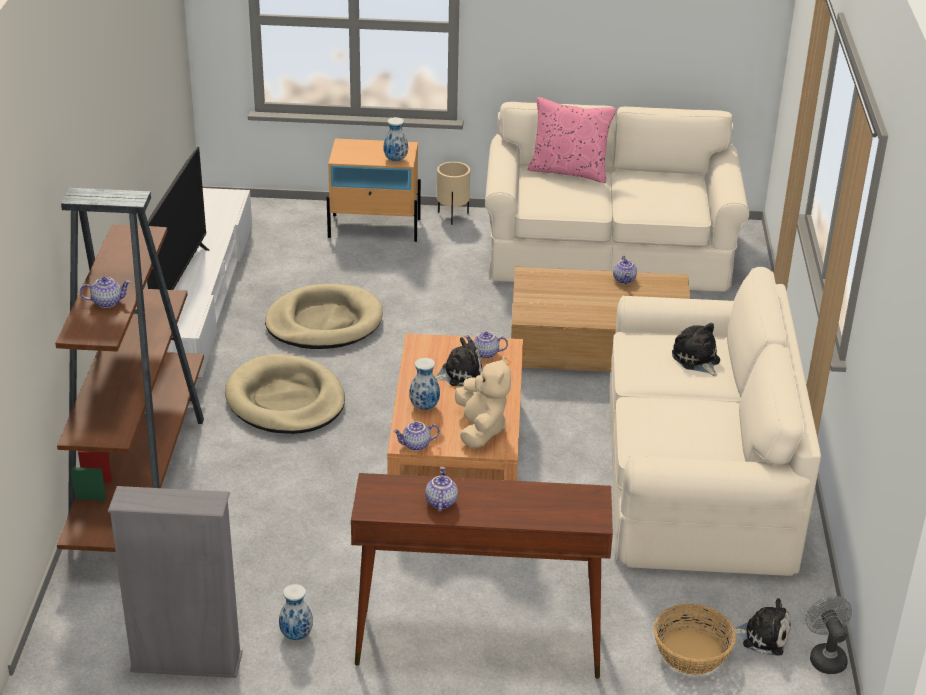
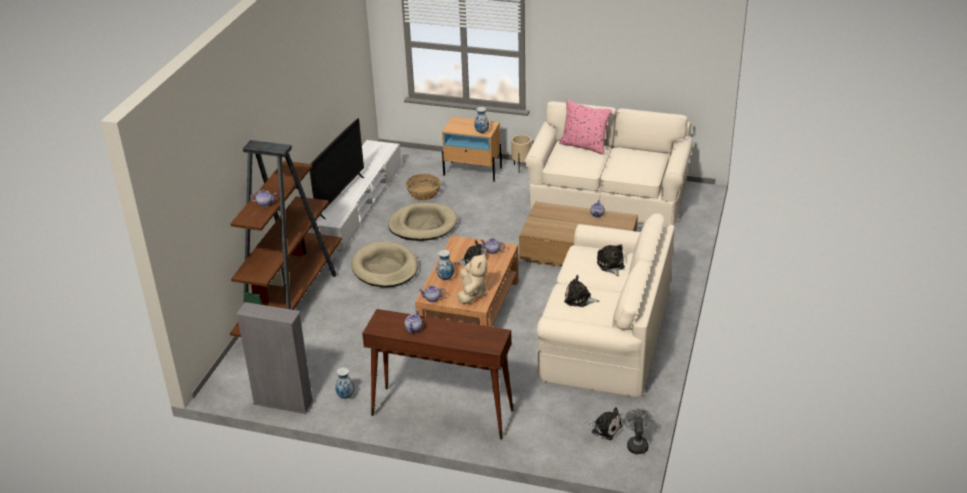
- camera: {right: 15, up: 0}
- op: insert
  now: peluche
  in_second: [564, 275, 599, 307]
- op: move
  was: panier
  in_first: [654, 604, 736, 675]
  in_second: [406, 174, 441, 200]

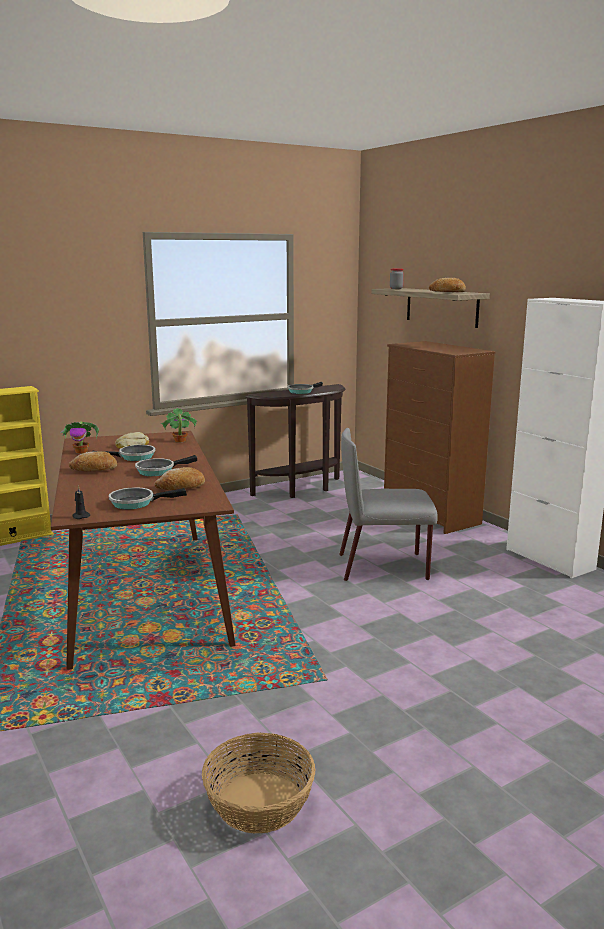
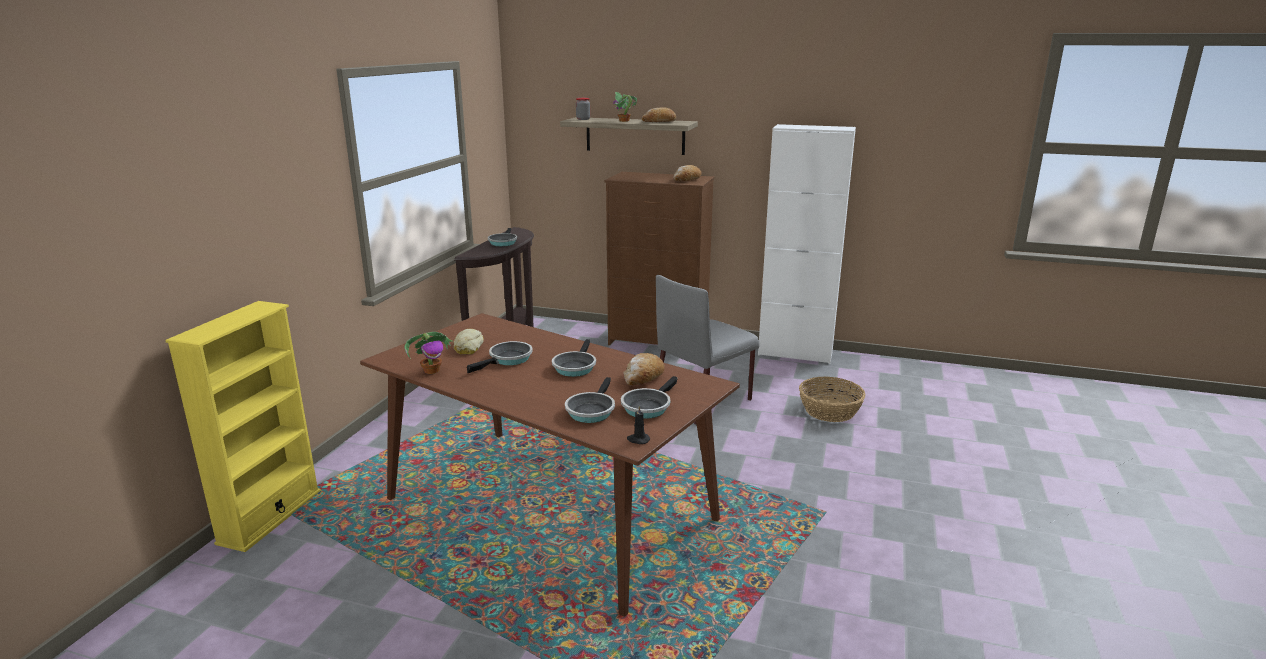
- camera: {right: -40, up: 5}
- op: insert
  now: poêle
  in_second: [565, 377, 615, 423]
- op: move
  was: pain
  in_first: [69, 451, 117, 471]
  in_second: [673, 165, 702, 181]
- op: move
  was: plante en pot
  in_first: [161, 408, 197, 442]
  in_second: [613, 92, 637, 122]
- op: move
  was: panier
  in_first: [202, 732, 316, 834]
  in_second: [799, 377, 866, 422]

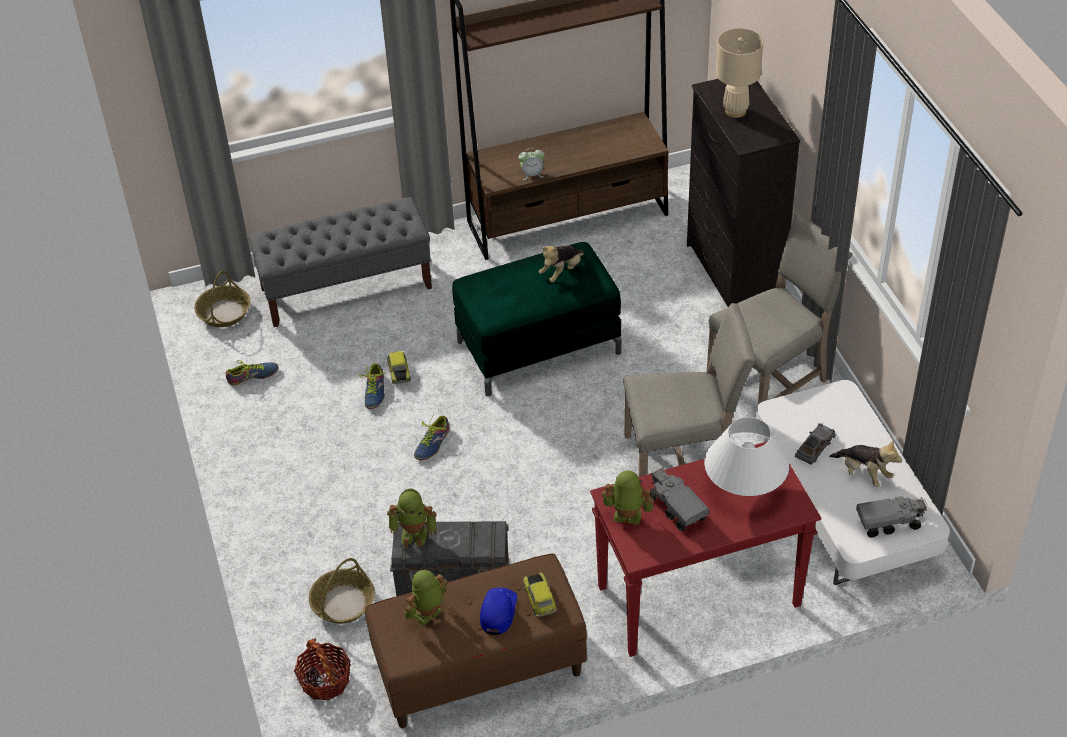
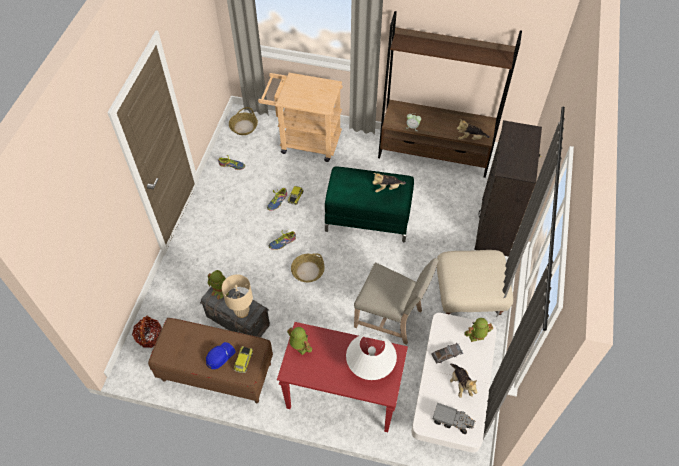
- camera: {right: 30, up: 10}
- op: delete
  was: camion jouet
  in_first: [650, 467, 709, 532]
- op: insert
  now: peluche
  in_second: [457, 119, 490, 140]
- op: move
  was: panier
  in_first: [309, 558, 375, 624]
  in_second: [291, 253, 325, 282]
- op: move
  was: robot jouet
  in_first: [404, 570, 448, 626]
  in_second: [465, 318, 493, 342]
- op: move
  was: lampe de table/beige
  in_first: [716, 28, 763, 118]
  in_second: [222, 274, 253, 318]
- op: replace
  was: banc/gris
  now: chariot/beige
  in_first: [248, 197, 432, 327]
  in_second: [258, 73, 343, 162]
- op: replace
  was: chaise/beige
  now: pouf/beige
  in_first: [707, 213, 852, 404]
  in_second: [437, 250, 513, 315]

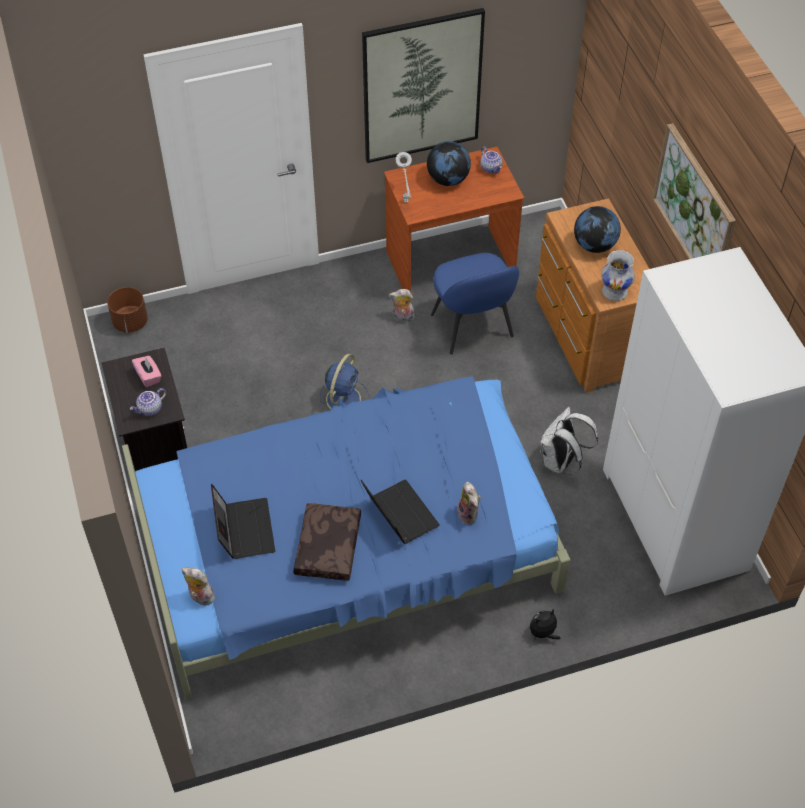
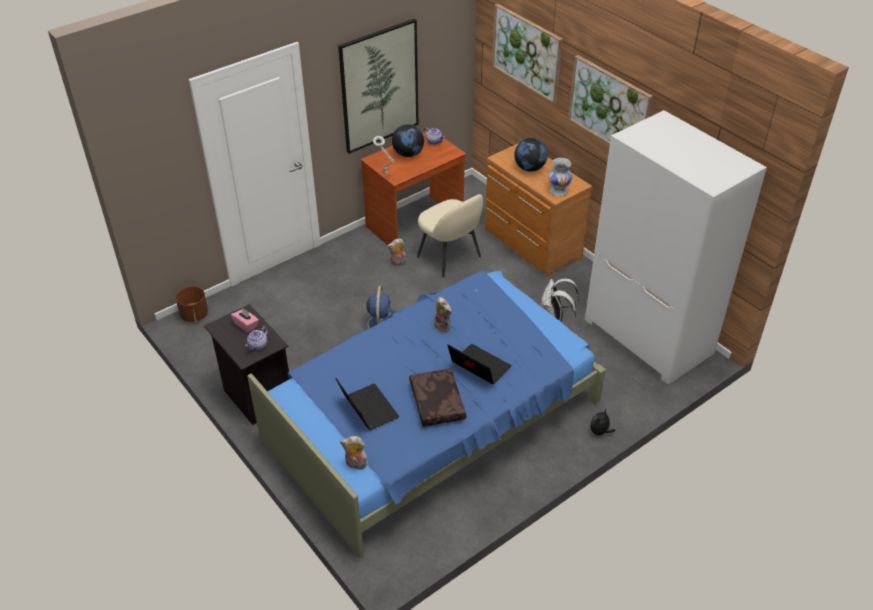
- camera: {right: -20, up: -10}
- op: insert
  now: tableau
  in_second: [492, 4, 563, 103]
- op: move
  was: peluche
  in_first: [457, 482, 481, 525]
  in_second: [434, 297, 452, 333]
- op: recolor
  was: chaise/bleu
  now: chaise/beige
  in_first: [431, 253, 519, 354]
  in_second: [417, 194, 483, 277]

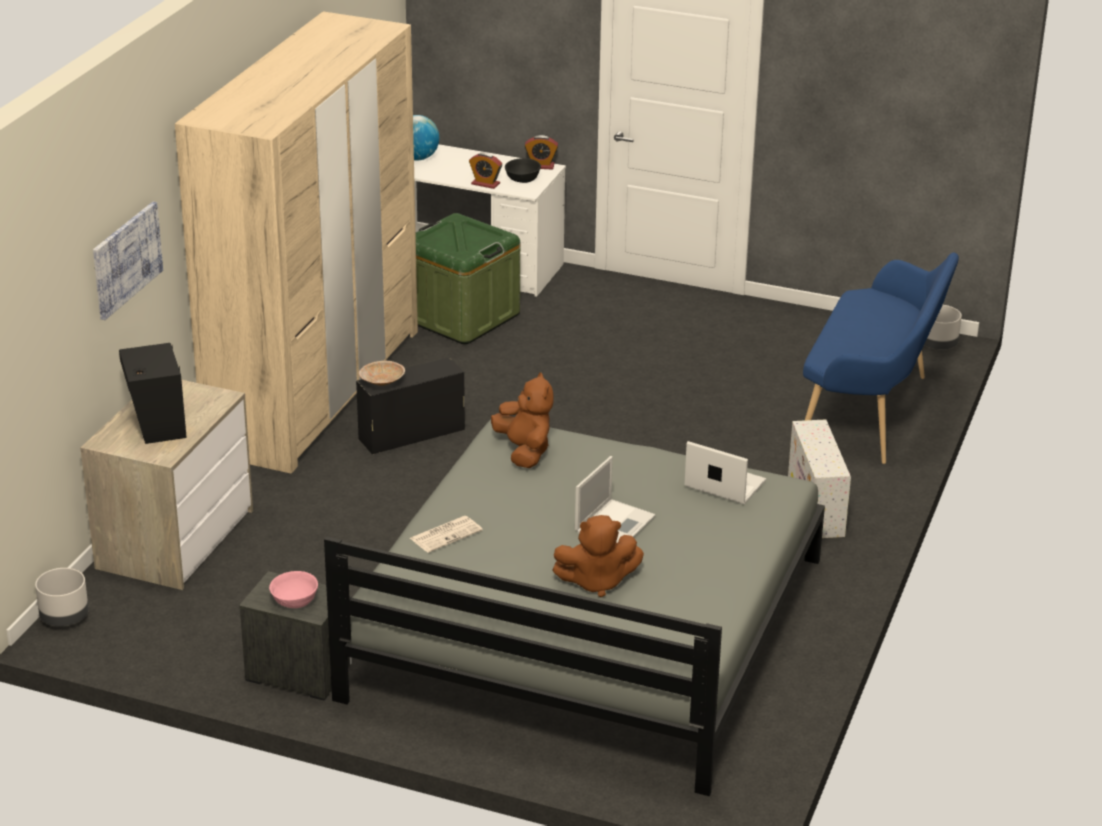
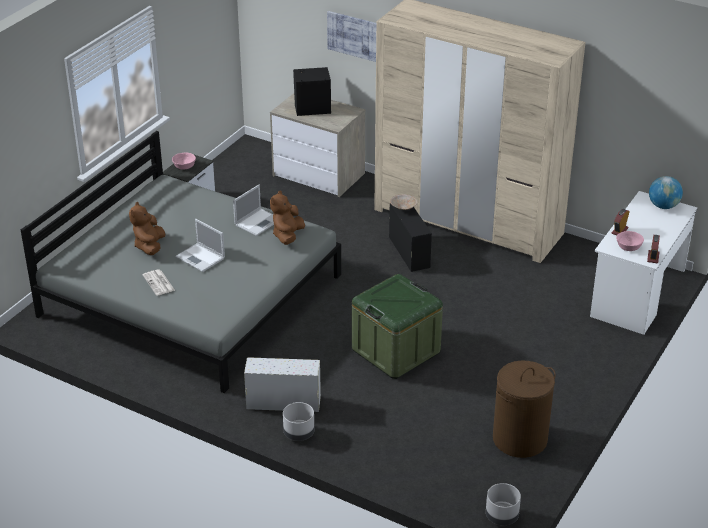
- camera: {right: 100, up: 5}
- op: delete
  was: banc/bleu
  in_first: [803, 253, 959, 464]
- op: insert
  now: panier à linge/marron
  in_second: [493, 361, 556, 458]
- op: move
  was: cache-pot/gris
  in_first: [35, 568, 89, 626]
  in_second: [283, 402, 314, 441]
- op: move
  was: journal
  in_first: [410, 516, 483, 553]
  in_second: [142, 269, 175, 296]
- op: move
  was: boîte de rangement/vert
  in_first: [416, 213, 520, 344]
  in_second: [352, 274, 443, 379]
- op: move
  was: ordinateur portable
  in_first: [684, 441, 766, 504]
  in_second: [233, 185, 274, 236]
- op: recolor
  was: bol/noir
  now: bol/rose
  in_first: [505, 158, 541, 183]
  in_second: [616, 231, 644, 251]
- op: rotate
  was: peluche/marron
  in_first: [491, 372, 554, 468]
  in_second: [270, 190, 305, 245]
  clockwise: 120

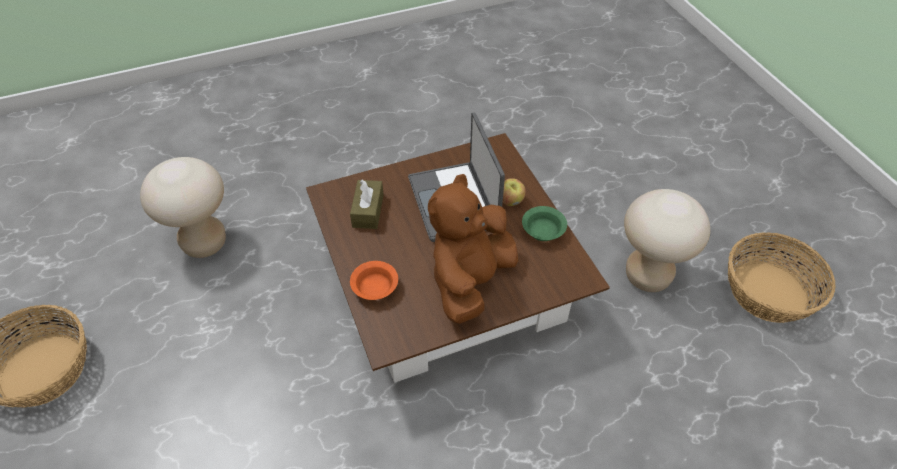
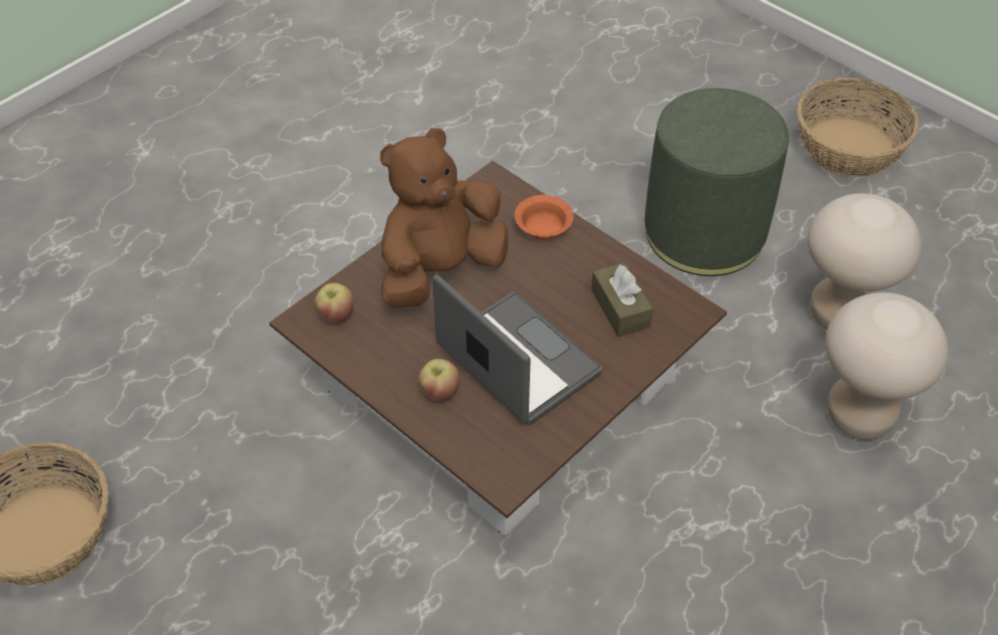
- camera: {right: 155, up: 0}
- op: delete
  was: bol/vert
  in_first: [522, 206, 567, 241]
- op: insert
  now: pomme
  in_second: [314, 283, 354, 324]
- op: insert
  now: pouf/vert
  in_second: [645, 88, 789, 276]
- op: move
  was: tabouret/beige
  in_first: [624, 189, 710, 292]
  in_second: [825, 292, 948, 440]
- op: rotate
  was: peluche/marron
  in_first: [428, 174, 518, 324]
  in_second: [380, 128, 508, 308]
  clockwise: -135

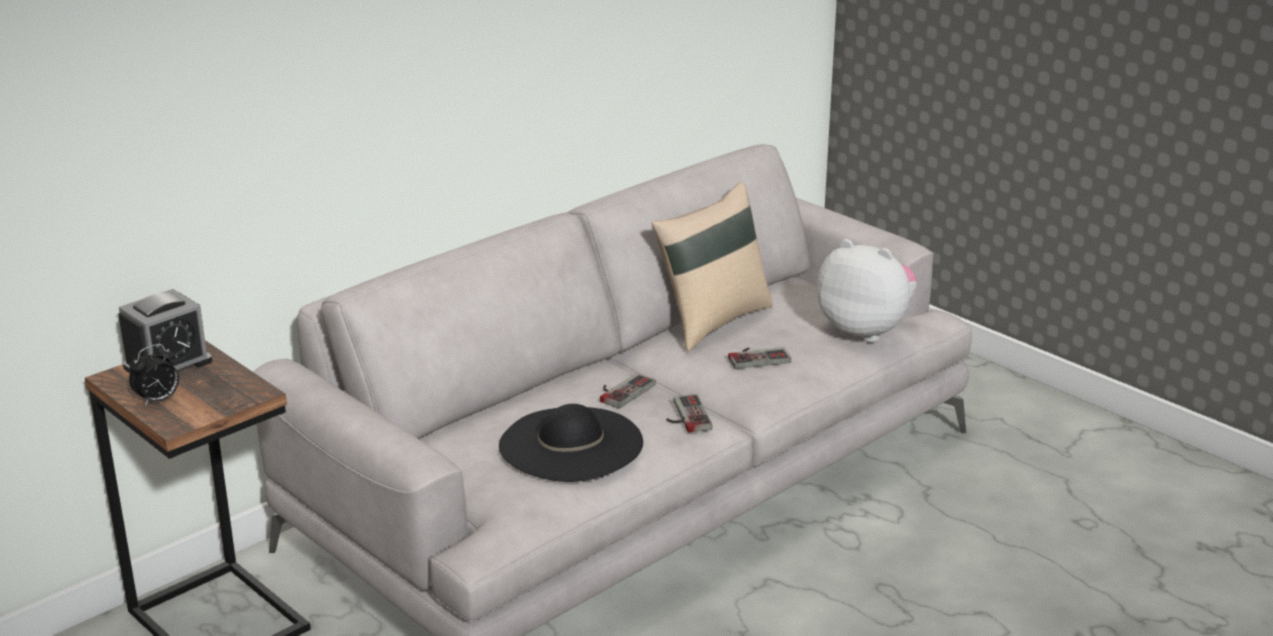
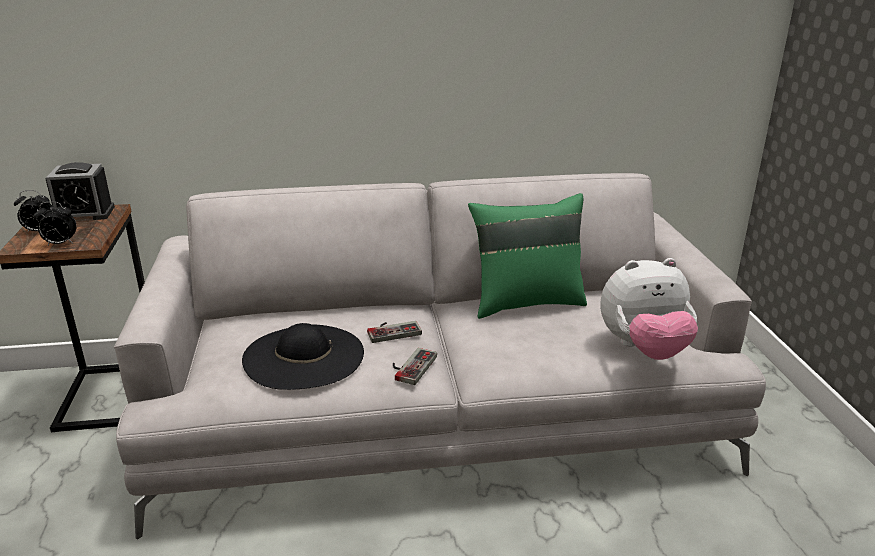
- camera: {right: 35, up: 0}
- op: delete
  was: manette
  in_first: [728, 347, 791, 369]
- op: insert
  now: réveil
  in_second: [34, 201, 77, 245]
- op: recolor
  was: coussin/beige
  now: coussin/vert
  in_first: [651, 182, 773, 352]
  in_second: [468, 193, 587, 319]
- op: rotate
  was: peluche
  in_first: [817, 239, 917, 342]
  in_second: [600, 258, 698, 360]
  clockwise: 105

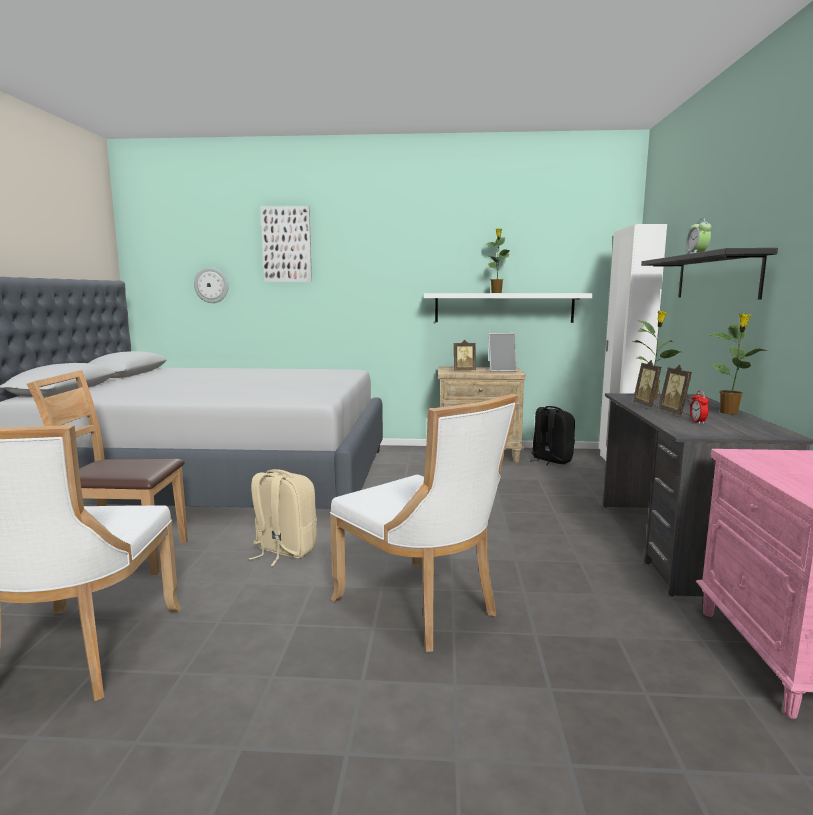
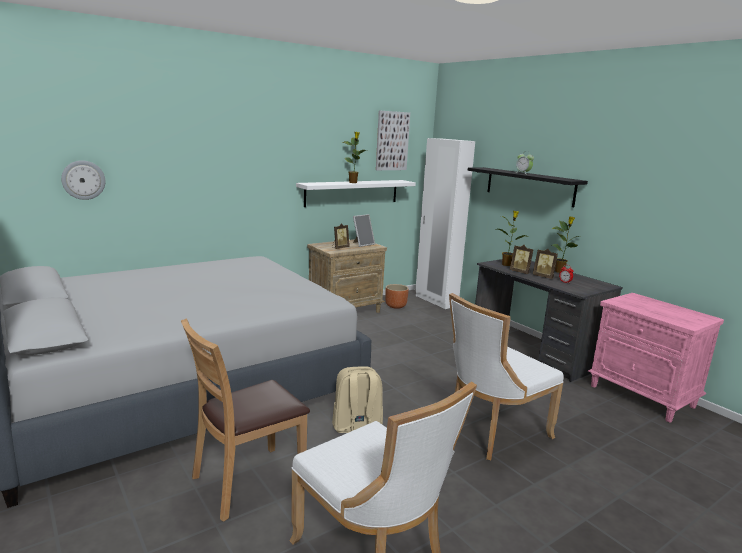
- camera: {right: -40, up: 5}
- op: move
  was: tableau
  in_first: [260, 206, 312, 282]
  in_second: [376, 111, 410, 170]
- op: replace
  was: sac à dos/noir
  now: cache-pot/marron
  in_first: [531, 406, 575, 465]
  in_second: [385, 284, 409, 309]
- op: rotate
  was: chaise/blanc
  in_first: [330, 394, 519, 652]
  in_second: [449, 293, 564, 460]
  clockwise: 135

